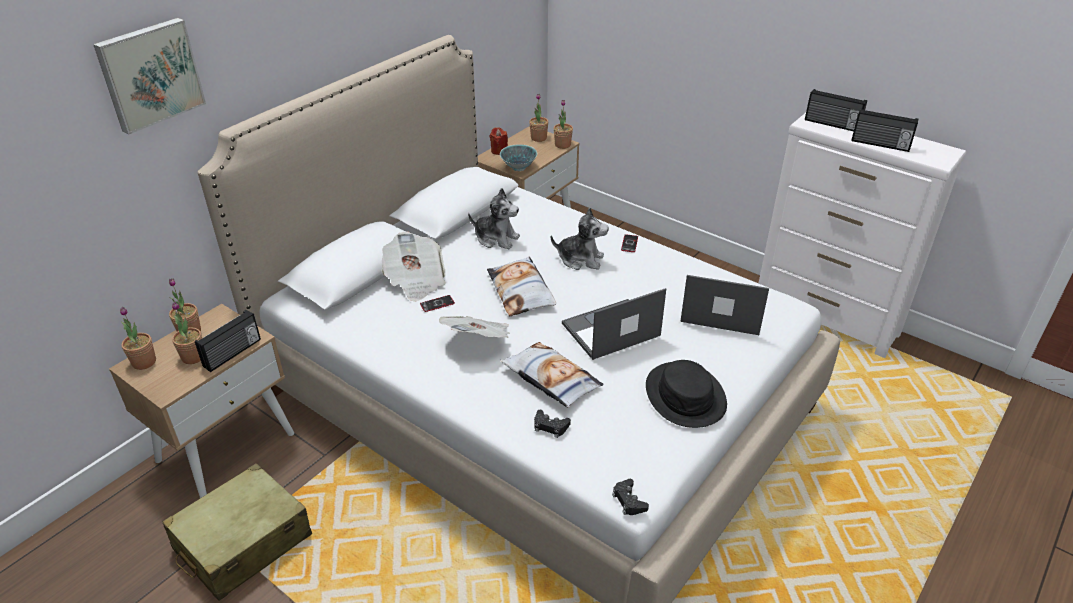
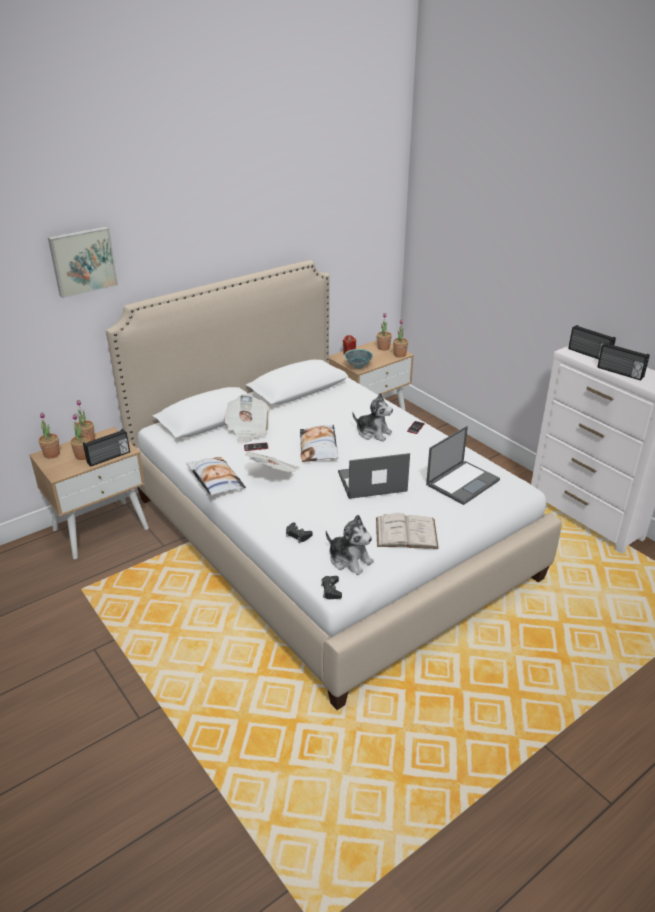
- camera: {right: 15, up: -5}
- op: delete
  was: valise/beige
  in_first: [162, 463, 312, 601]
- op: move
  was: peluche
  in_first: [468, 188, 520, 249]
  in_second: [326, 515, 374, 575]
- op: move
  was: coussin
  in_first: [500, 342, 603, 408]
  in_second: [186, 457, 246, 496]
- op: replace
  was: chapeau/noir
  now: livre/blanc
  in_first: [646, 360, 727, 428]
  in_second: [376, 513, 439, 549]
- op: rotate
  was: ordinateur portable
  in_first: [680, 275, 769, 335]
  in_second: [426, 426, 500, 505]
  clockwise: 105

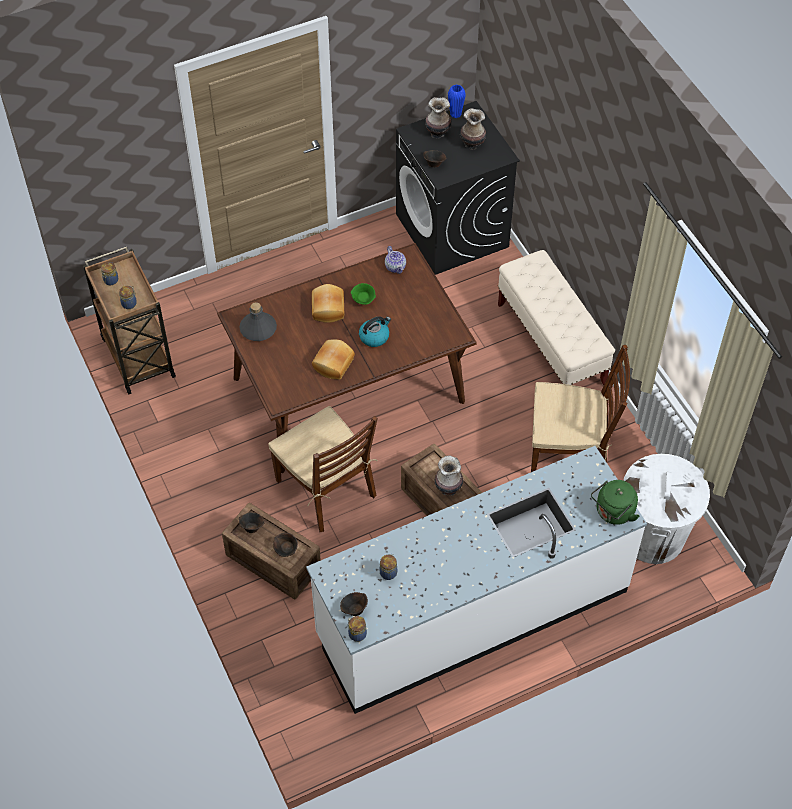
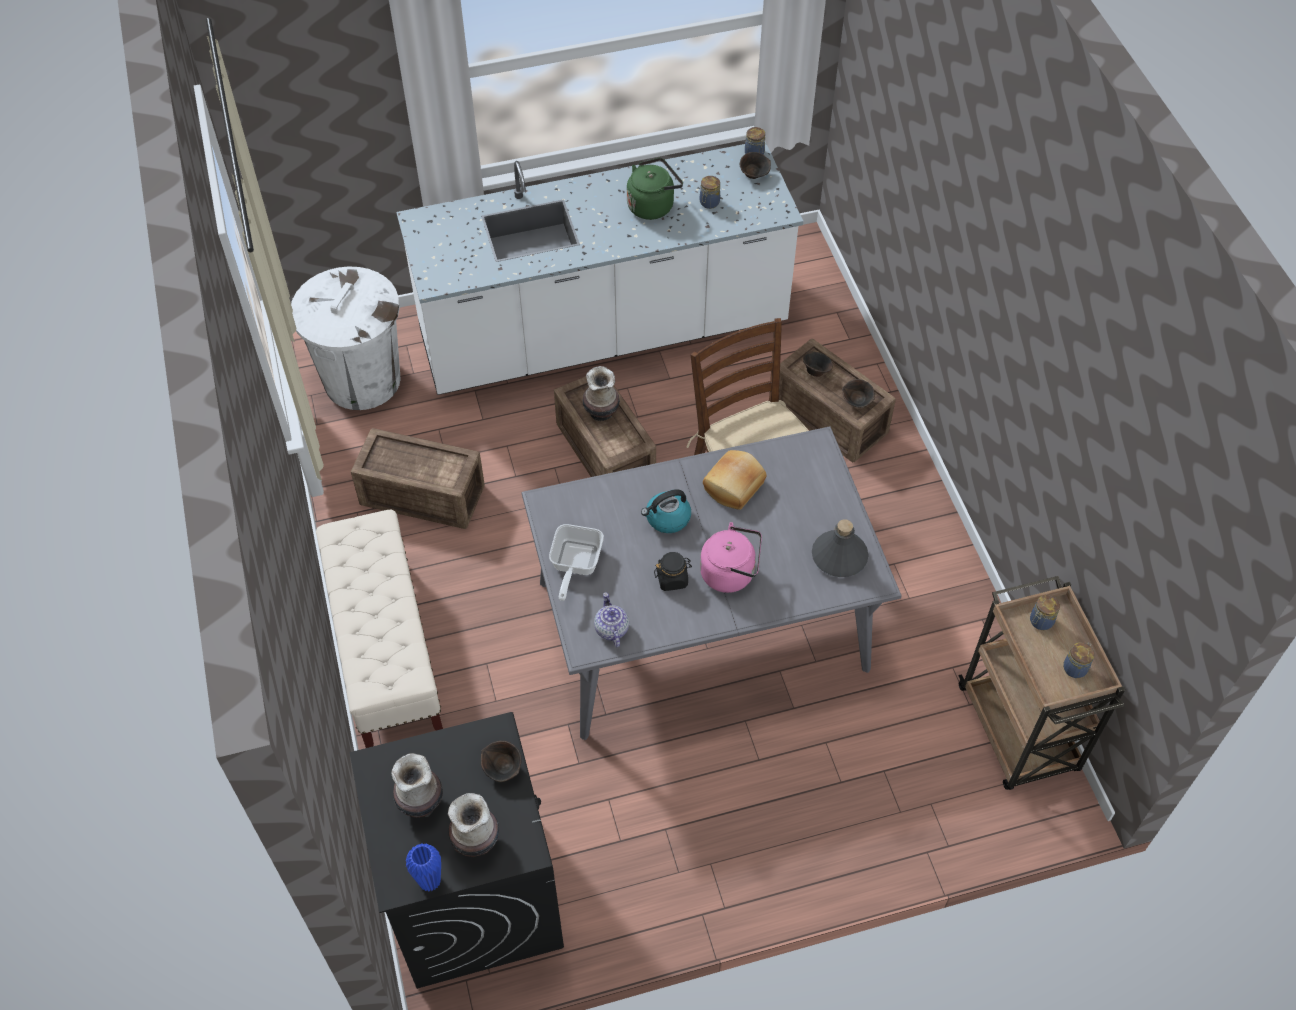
- camera: {right: -170, up: 0}
- op: insert
  now: poêle
  in_second: [549, 524, 604, 601]
- op: move
  was: bouilloire/vert
  in_first: [591, 480, 639, 525]
  in_second: [627, 158, 683, 220]
- op: replace
  was: pain
  now: bouilloire/rose
  in_first: [312, 284, 344, 323]
  in_second: [700, 522, 762, 593]
- op: replace
  was: bol/vert
  now: bocal/noir
  in_first: [351, 283, 376, 305]
  in_second: [654, 552, 692, 591]
- op: replace
  was: chaise/marron
  now: caisse
  in_first: [531, 345, 630, 472]
  in_second: [351, 428, 485, 529]
- op: recolor
  was: table à manger/marron
  now: table à manger/gris
  in_first: [217, 243, 477, 473]
  in_second: [522, 426, 902, 740]

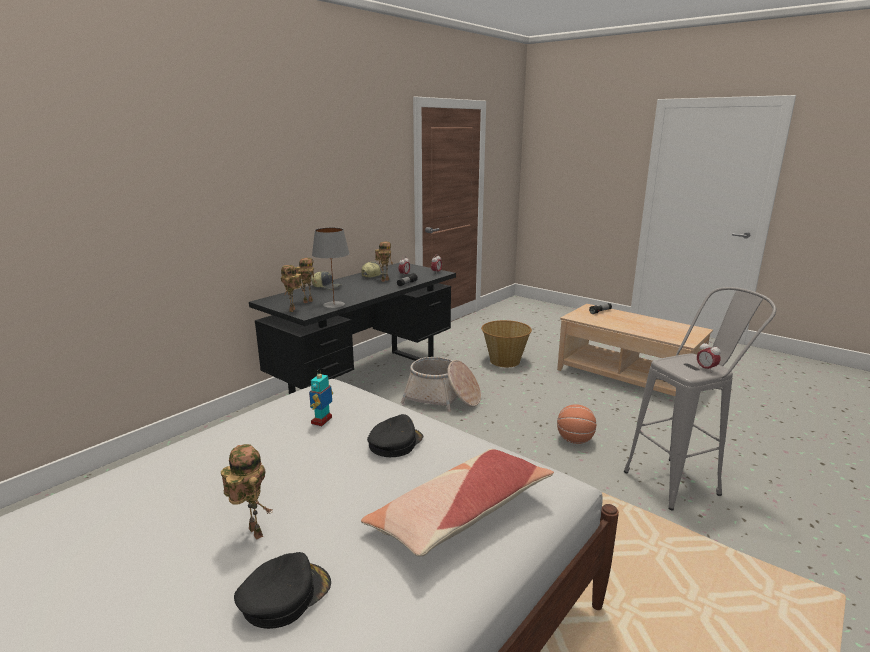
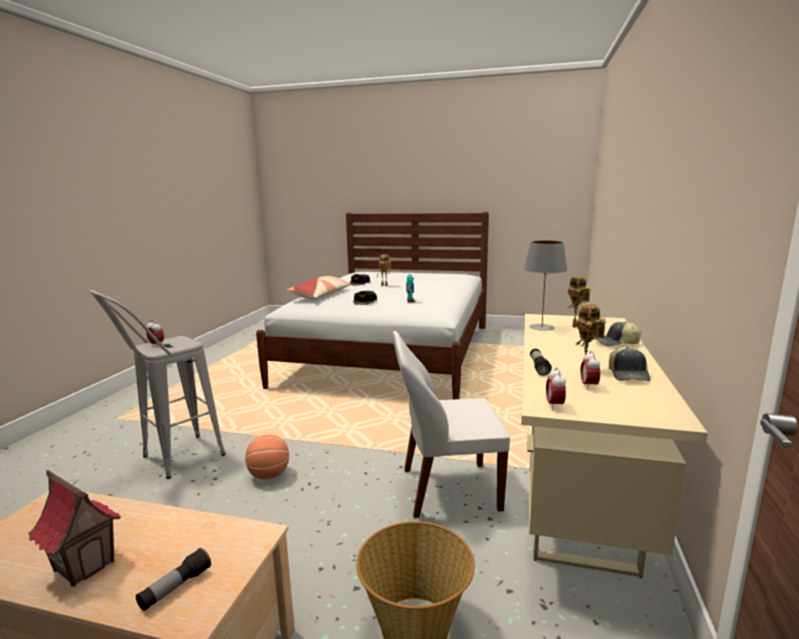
- camera: {right: 155, up: -5}
- op: delete
  was: robot jouet
  in_first: [281, 265, 302, 312]
- op: insert
  now: maison miniature
  in_second: [28, 470, 121, 587]
- op: replace
  was: panier
  now: chaise/blanc
  in_first: [401, 357, 481, 412]
  in_second: [392, 331, 510, 518]
- op: recolor
  was: bureau/noir
  now: bureau/beige
  in_first: [249, 263, 456, 394]
  in_second: [521, 314, 708, 578]

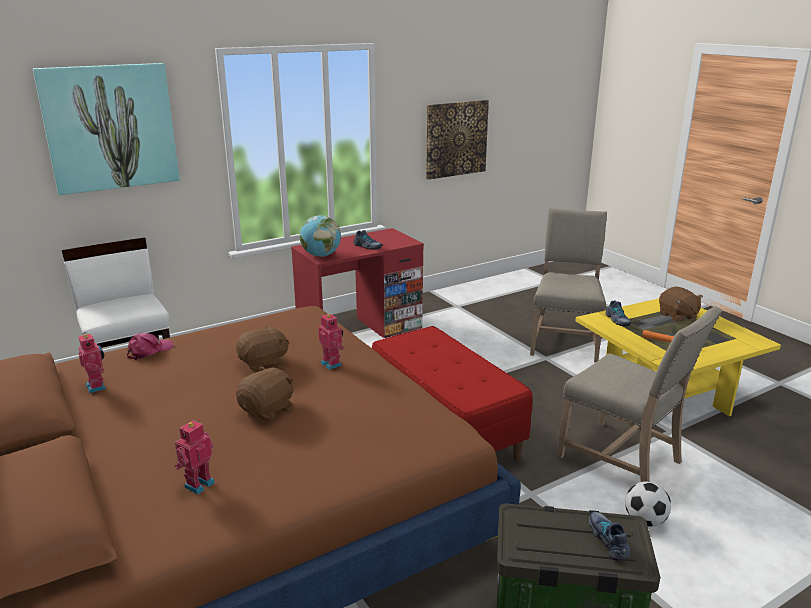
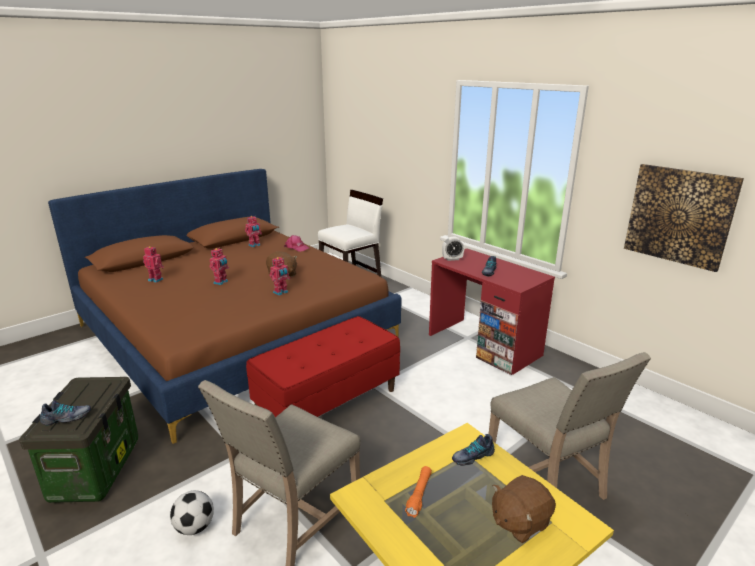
- camera: {right: 80, up: 0}
- op: delete
  was: tableau
  in_first: [33, 63, 180, 195]
- op: replace
  was: peluche/marron
  now: robot jouet
  in_first: [236, 366, 294, 421]
  in_second: [210, 247, 229, 285]
- op: replace
  was: globe
  now: réveil
  in_first: [300, 215, 341, 257]
  in_second: [442, 237, 464, 261]
- op: rotate
  was: chaise/beige
  in_first: [530, 208, 607, 362]
  in_second: [489, 352, 651, 500]
  clockwise: 60

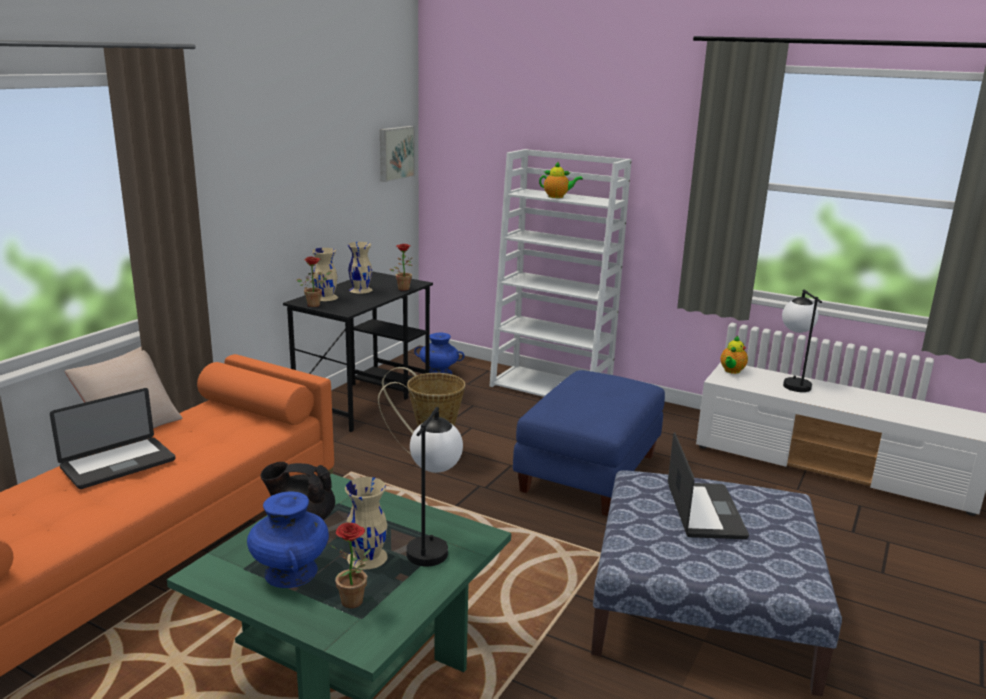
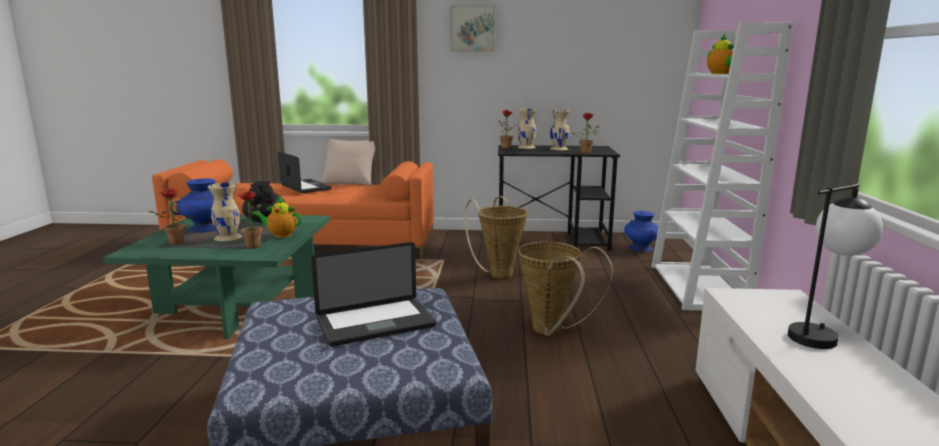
- camera: {right: 65, up: -5}
- op: move
  was: tableau
  in_first: [380, 126, 415, 182]
  in_second: [450, 5, 495, 52]
- op: move
  was: théière
  in_first: [720, 336, 748, 374]
  in_second: [252, 197, 301, 238]
- op: replace
  was: lampe de table
  now: plante en pot
  in_first: [406, 407, 463, 567]
  in_second: [227, 191, 262, 248]
- op: replace
  was: pouf/bleu
  now: panier
  in_first: [513, 370, 665, 516]
  in_second: [518, 241, 613, 336]
- op: rotate
  was: ordinateur portable
  in_first: [50, 388, 175, 489]
  in_second: [278, 151, 332, 193]
  clockwise: -150

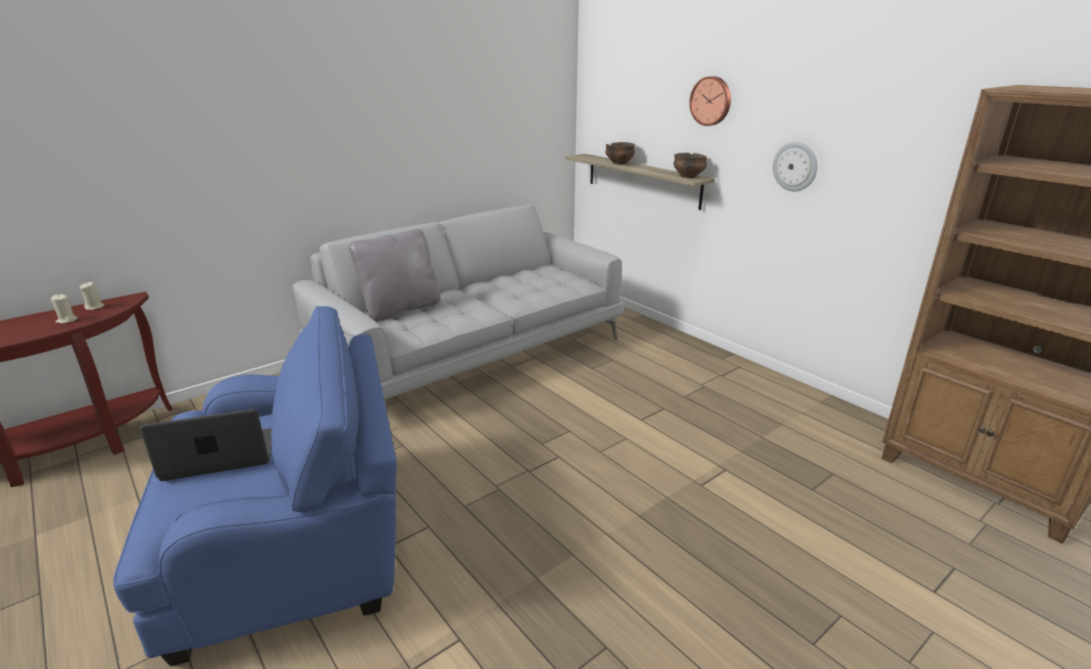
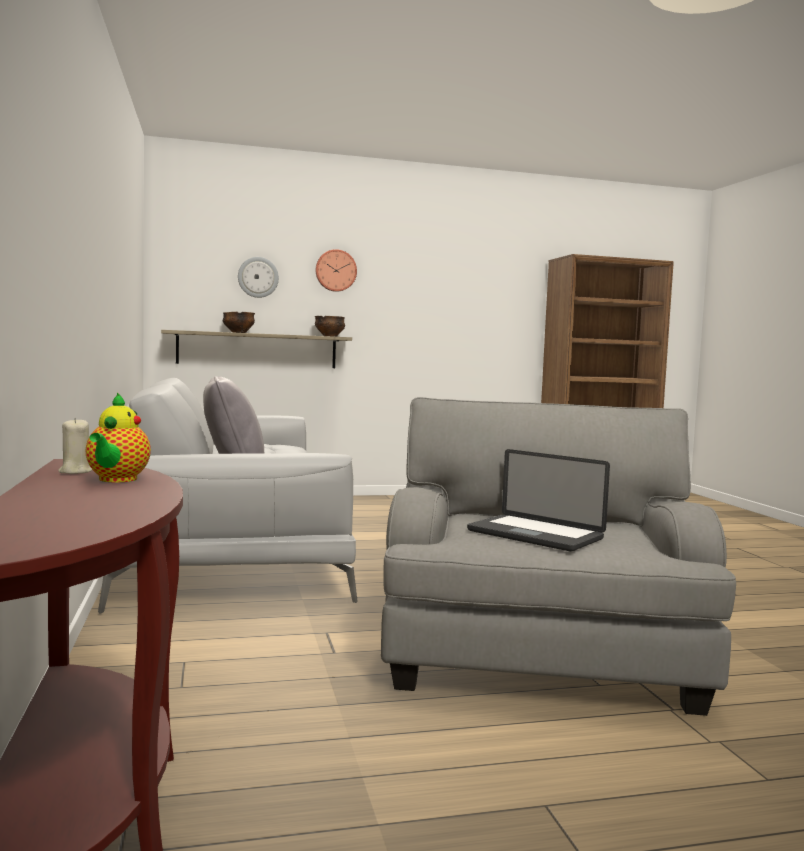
- camera: {right: -65, up: -20}
- op: move
  was: horloge murale
  in_first: [773, 142, 818, 191]
  in_second: [238, 257, 279, 298]
- op: replace
  was: bougie/beige
  now: théière
  in_first: [51, 294, 78, 324]
  in_second: [86, 392, 151, 482]
- op: recolor
  was: fauteuil/bleu
  now: fauteuil/gris
  in_first: [113, 306, 397, 666]
  in_second: [381, 397, 736, 716]
- op: rotate
  was: ordinateur portable
  in_first: [139, 409, 272, 481]
  in_second: [467, 449, 610, 551]
  clockwise: -60

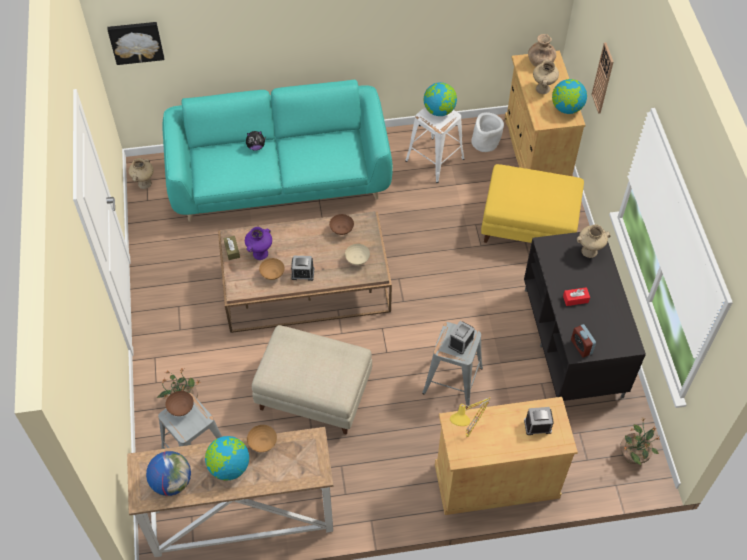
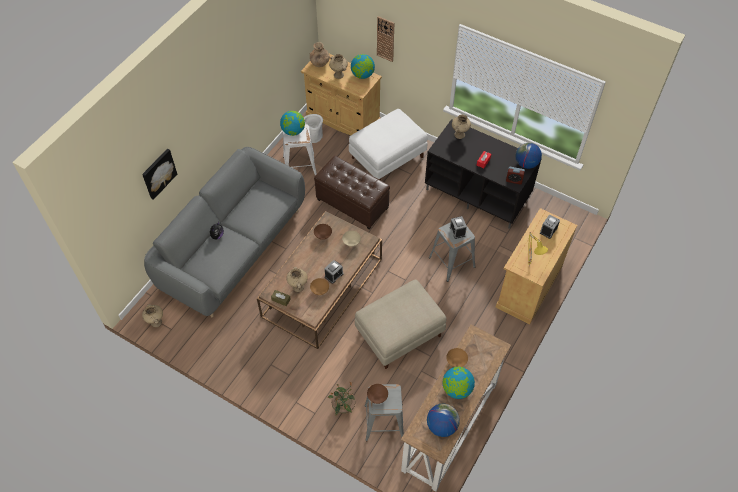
- camera: {right: -50, up: 0}
- op: delete
  was: plante en pot
  in_first: [620, 418, 660, 465]
- op: insert
  now: pouf/marron
  in_second: [314, 156, 390, 230]
- op: insert
  now: globe
  in_second: [515, 143, 542, 169]
- op: move
  was: tableau
  in_first: [107, 22, 164, 65]
  in_second: [142, 149, 177, 200]
- op: recolor
  was: canapé/turquoise
  now: canapé/gris
  in_first: [162, 80, 393, 222]
  in_second: [144, 147, 305, 317]
- op: recolor
  was: vase/violet
  now: vase/beige
  in_first: [245, 227, 272, 260]
  in_second: [286, 267, 308, 292]
- op: recolor
  was: pouf/jaune
  now: pouf/blanc
  in_first: [481, 164, 584, 243]
  in_second: [349, 109, 427, 180]

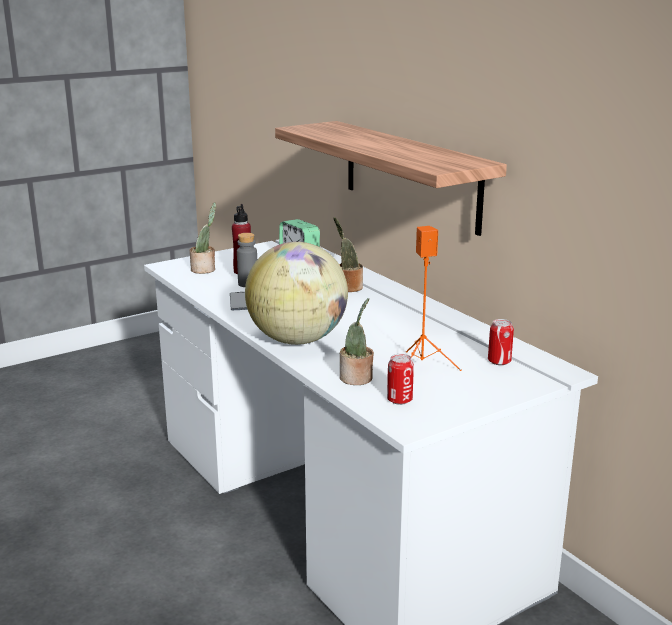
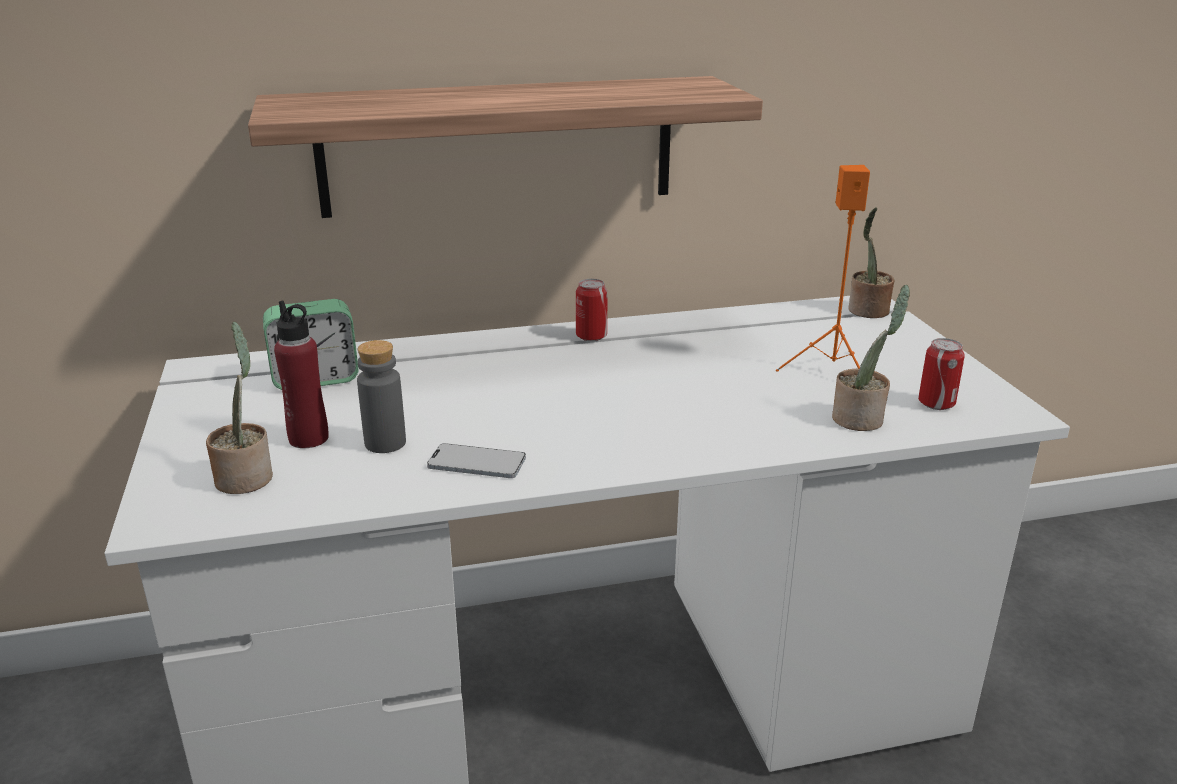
- camera: {right: -70, up: 5}
- op: delete
  was: globe
  in_first: [245, 242, 348, 345]
- op: move
  was: plante en pot
  in_first: [333, 217, 363, 292]
  in_second: [848, 207, 894, 318]
- op: move
  was: boîte métallique
  in_first: [488, 319, 514, 365]
  in_second: [576, 279, 607, 341]

